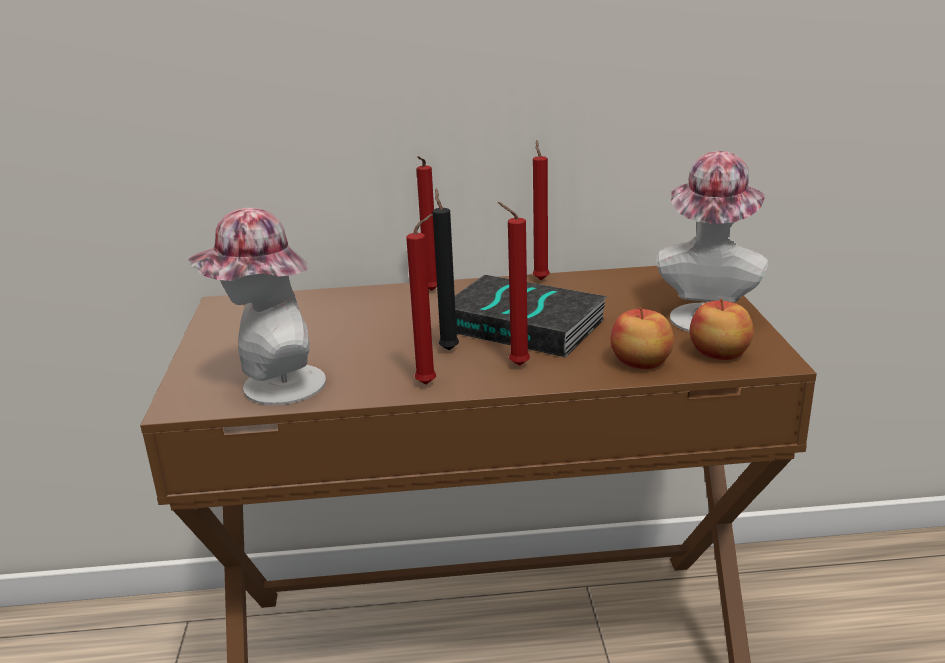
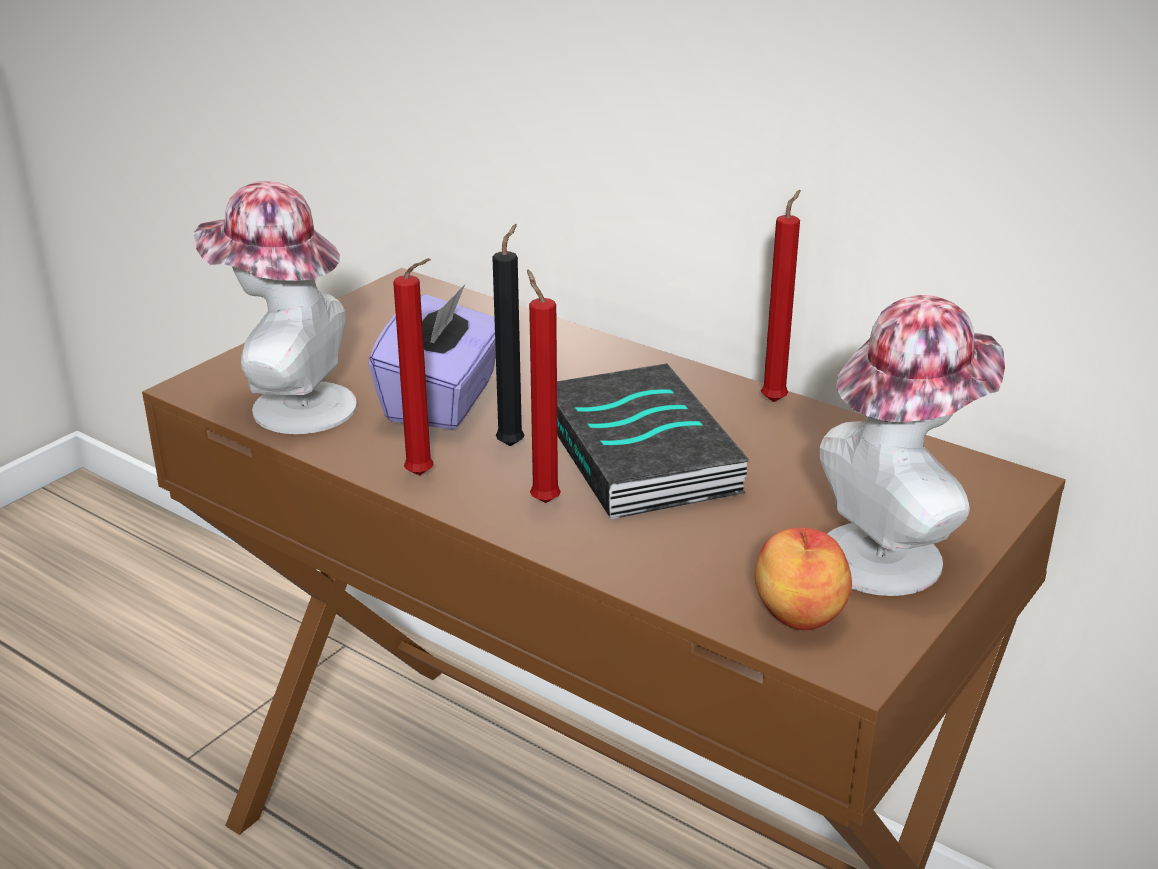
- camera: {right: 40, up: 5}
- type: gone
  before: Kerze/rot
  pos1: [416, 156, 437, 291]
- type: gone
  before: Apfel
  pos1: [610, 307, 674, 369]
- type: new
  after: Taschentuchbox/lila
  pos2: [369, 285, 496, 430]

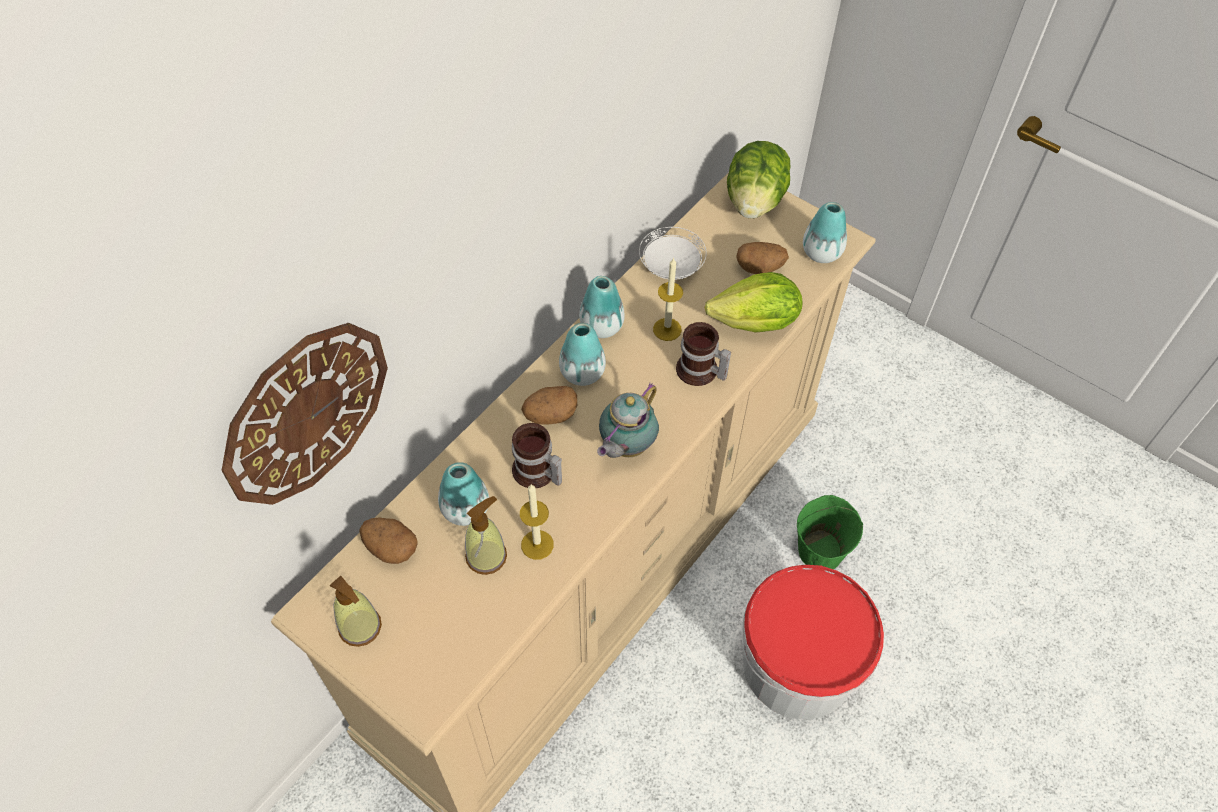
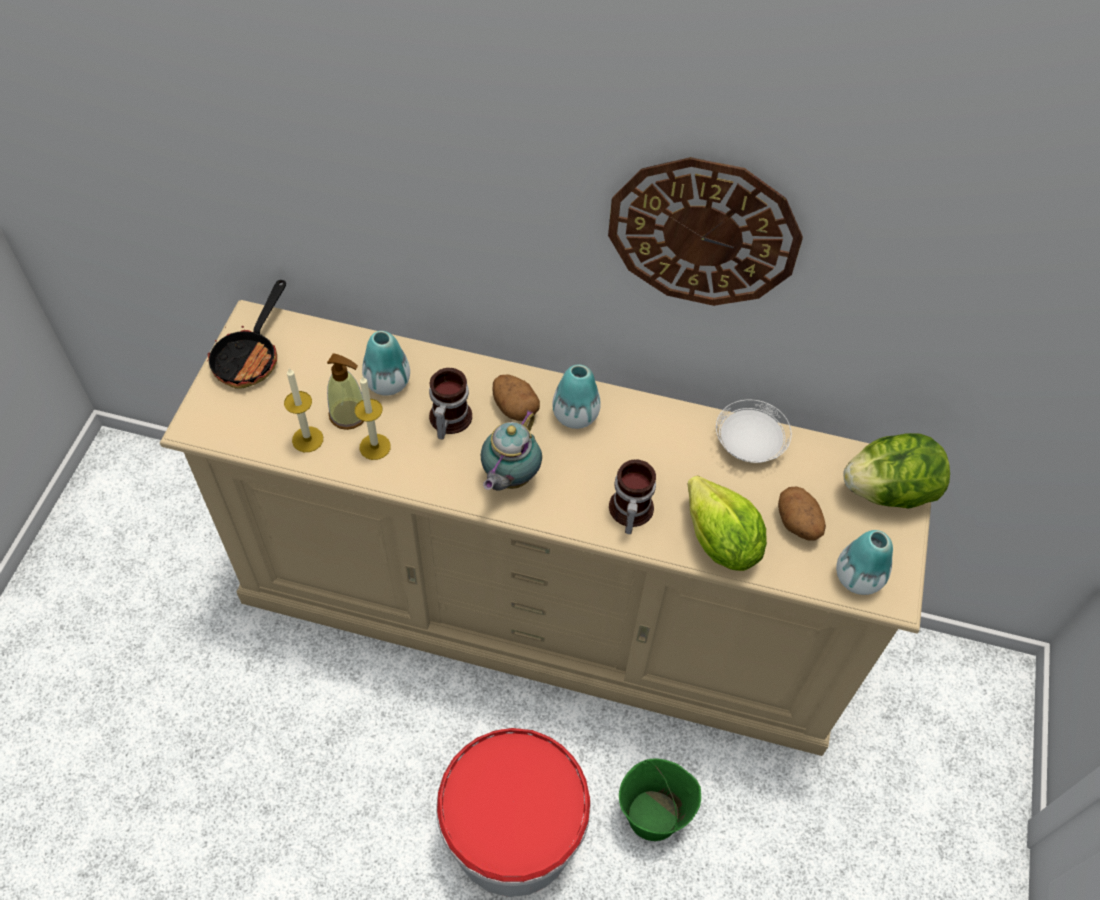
- camera: {right: 65, up: 0}
- type: shifted
  before: Wanduhr
  pos1: [221, 323, 388, 505]
  pos2: [608, 157, 803, 306]
- type: swapped
  before: Seifenspender
  after: Pfanne
  pos1: [330, 576, 382, 647]
  pos2: [207, 280, 286, 389]
- type: gone
  before: Kartoffel
  pos1: [359, 518, 418, 564]
- type: gone
  before: Vase
  pos1: [579, 276, 625, 338]
- type: rotated
  before: Teekanne
  pos1: [597, 383, 659, 458]
  pos2: [481, 410, 542, 491]
  turn: -75
- type: shifted
  before: Kerze
  pos1: [653, 257, 683, 341]
  pos2: [284, 368, 323, 452]

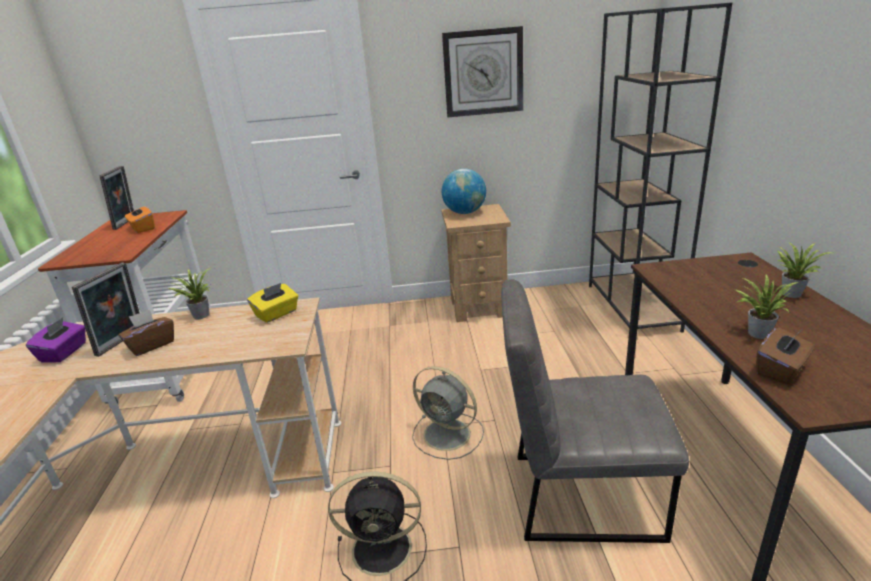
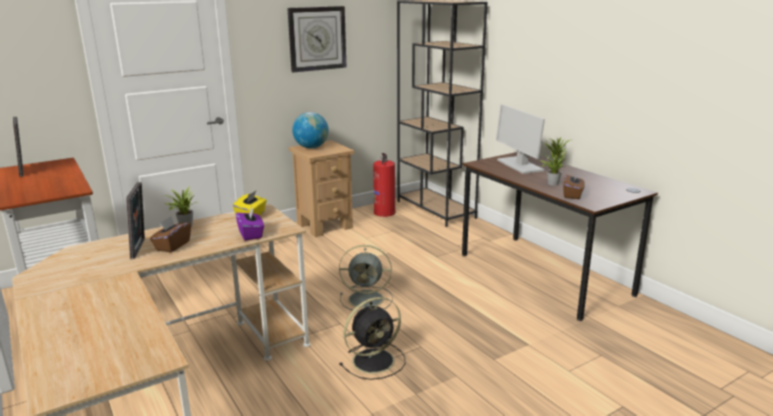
- camera: {right: -30, up: -5}
- type: shifted
  before: Taschentuchbox/lila
  pos1: [26, 318, 86, 363]
  pos2: [236, 206, 264, 241]
- type: gone
  before: Taschentuchbox/orange
  pos1: [125, 205, 155, 233]
- type: gone
  before: Stuhl/grau
  pos1: [501, 279, 689, 543]
- type: new
  after: Feuerlöscher
  pos2: [373, 153, 396, 217]
- type: new
  after: Monitor
  pos2: [496, 104, 545, 174]

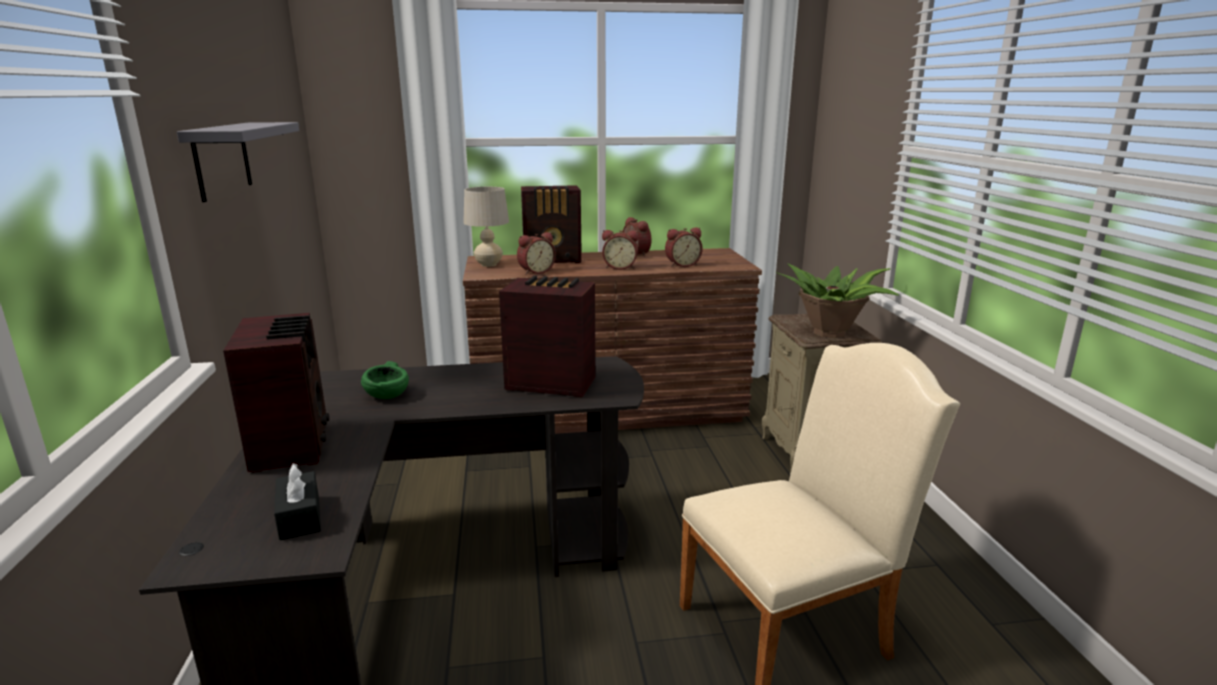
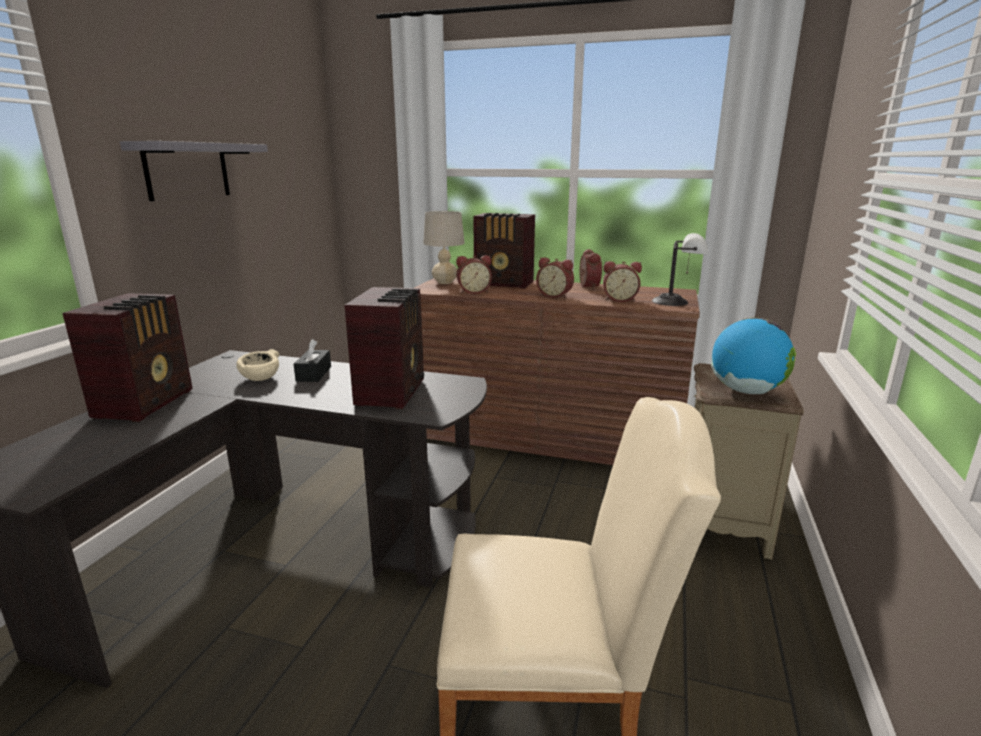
- camera: {right: 25, up: 0}
- type: shifted
  before: Taschentuchbox/schwarz
  pos1: [274, 463, 321, 540]
  pos2: [294, 339, 331, 382]
- type: repainted
  before: Schüssel/grün
  after: Schüssel/beige
  pos1: [361, 361, 409, 399]
  pos2: [237, 349, 279, 381]
- type: rotated
  before: Radio
  pos1: [499, 276, 596, 398]
  pos2: [344, 287, 424, 409]
  turn: 60
- type: swapped
  before: Topfpflanze
  after: Globus
  pos1: [775, 263, 899, 338]
  pos2: [711, 318, 796, 394]
- type: new
  after: Tischlampe
  pos2: [652, 233, 709, 306]

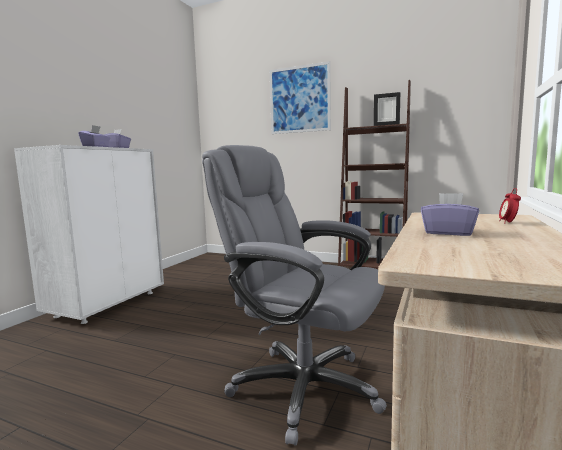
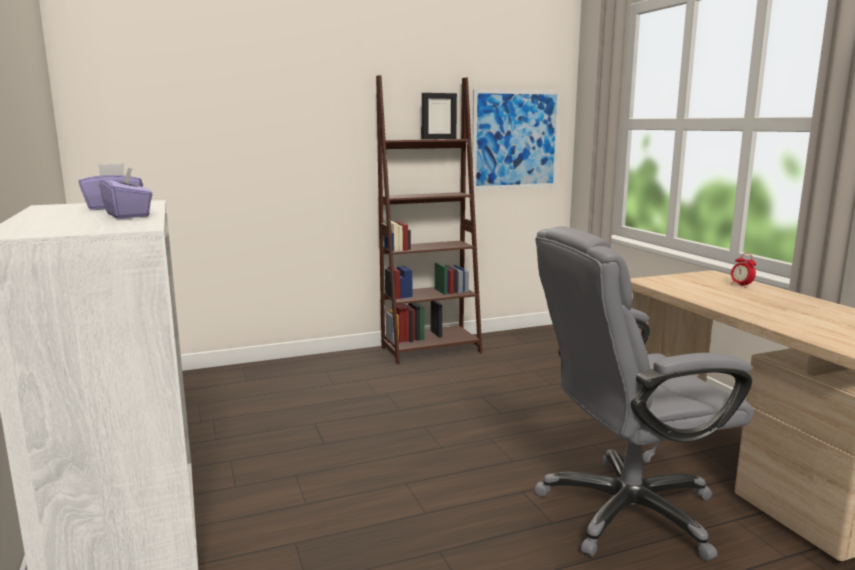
- camera: {right: -45, up: 5}
- type: shifted
  before: Bild
  pos1: [270, 61, 331, 134]
  pos2: [472, 89, 561, 190]
- type: gone
  before: Taschentuchbox/lila
  pos1: [421, 193, 479, 236]

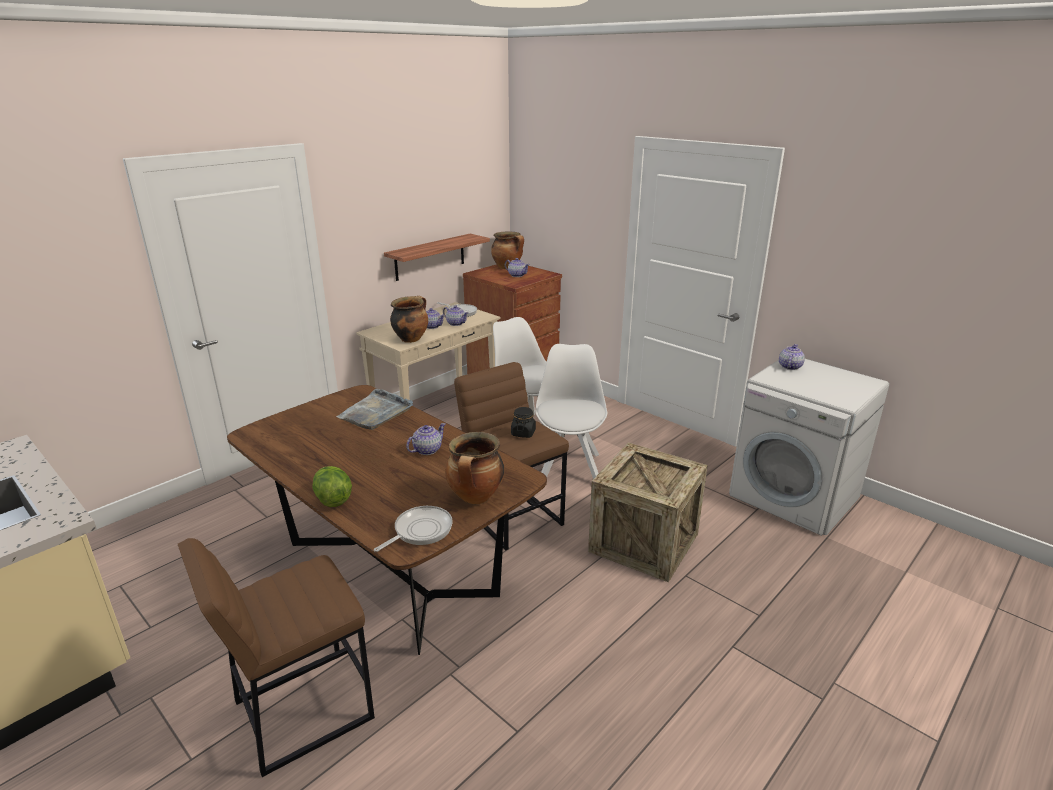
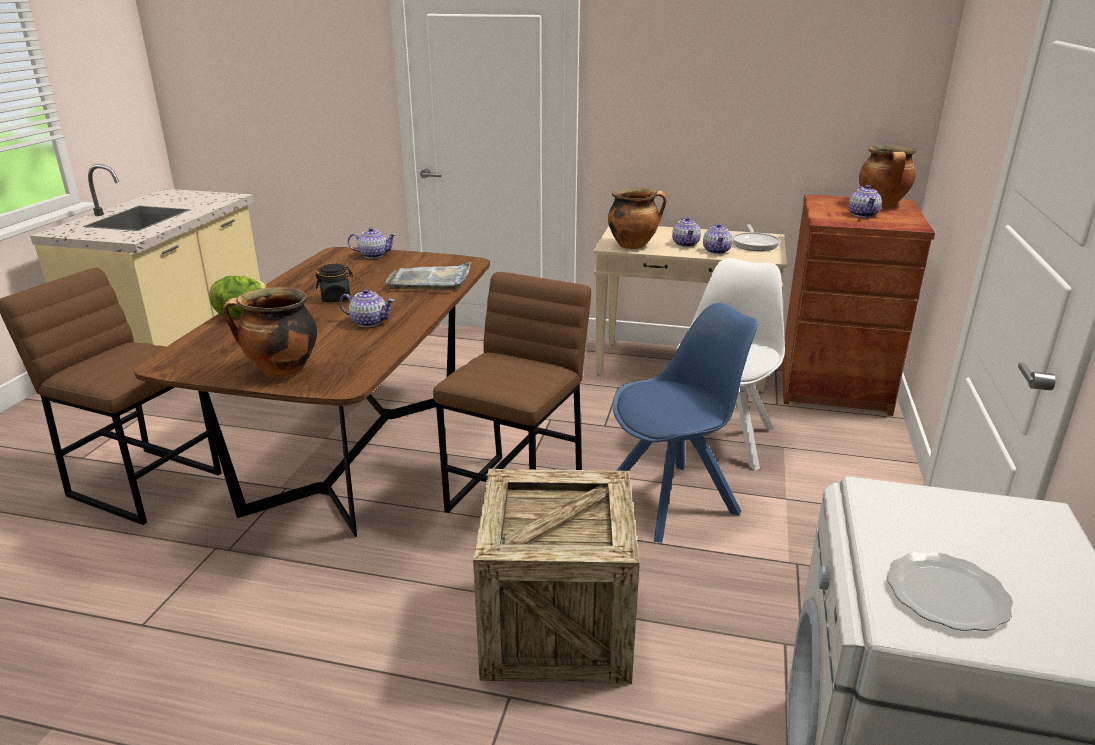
- camera: {right: 60, up: 0}
- type: gone
  before: Pfanne
  pos1: [374, 506, 453, 552]
- type: gone
  before: Wandregal
  pos1: [384, 234, 490, 281]
- type: shifted
  before: Vorratsglas/schwarz
  pos1: [511, 407, 536, 438]
  pos2: [315, 264, 353, 302]
- type: repainted
  before: Stuhl/weiß
  after: Stuhl/blau
  pos1: [535, 344, 607, 479]
  pos2: [613, 303, 757, 543]
- type: shifted
  before: Teekanne
  pos1: [779, 344, 805, 370]
  pos2: [348, 227, 396, 259]
- type: new
  after: Teller
  pos2: [887, 552, 1013, 631]

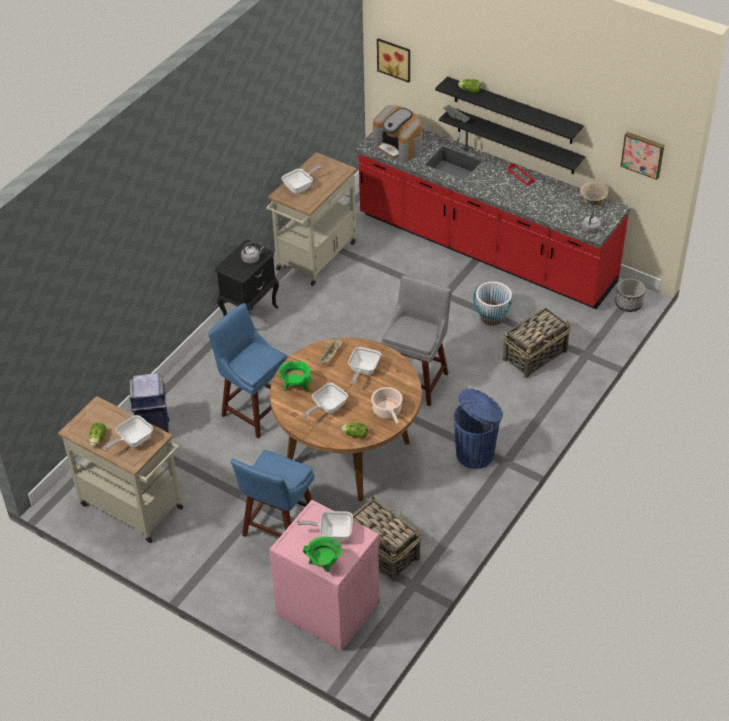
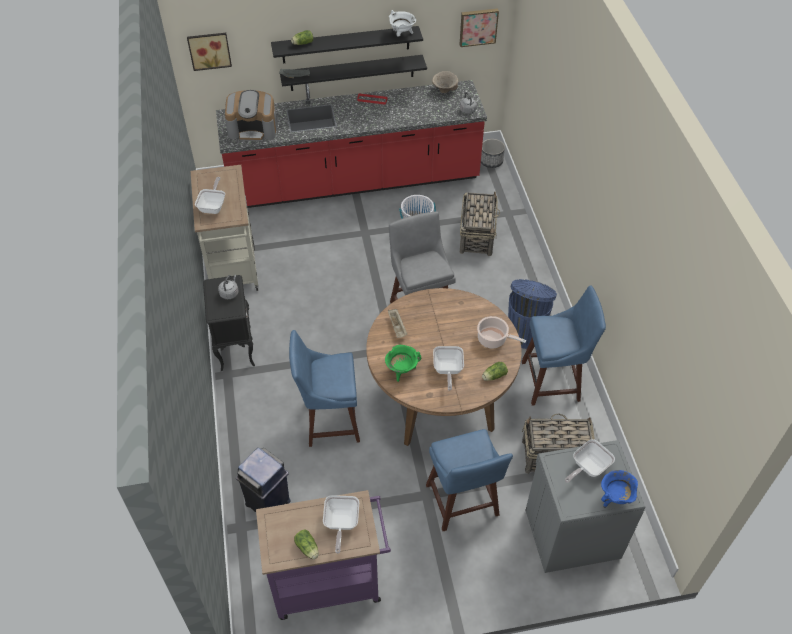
- camera: {right: -45, up: 5}
- type: repainted
  before: Rollwagen/beige
  after: Rollwagen/lila
  pos1: [58, 396, 183, 543]
  pos2: [256, 490, 391, 620]
- type: repainted
  before: Waschmaschine/rosa
  after: Waschmaschine/grau
  pos1: [269, 500, 380, 651]
  pos2: [525, 440, 645, 573]
- type: repainted
  before: Kochtopf/grün
  after: Kochtopf/blau
  pos1: [303, 537, 342, 572]
  pos2: [601, 470, 638, 508]
- type: gone
  before: Pfanne
  pos1: [348, 347, 381, 385]
- type: new
  after: Kochtopf/weiß
  pos2: [389, 10, 416, 36]
- type: new
  after: Stuhl/blau
  pos2: [522, 285, 606, 406]

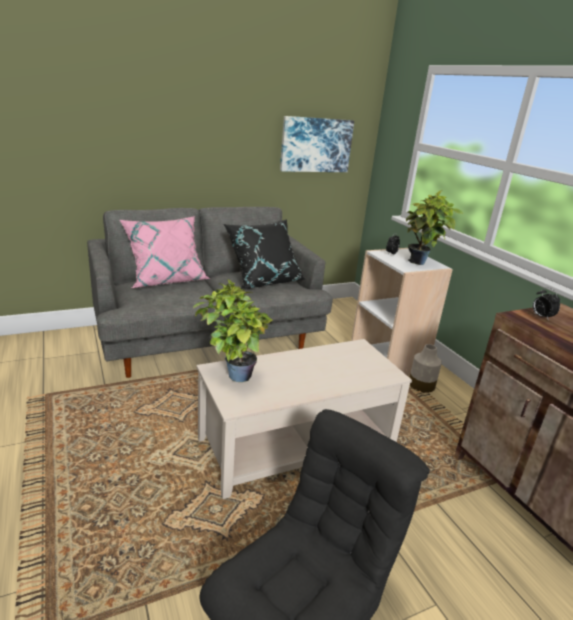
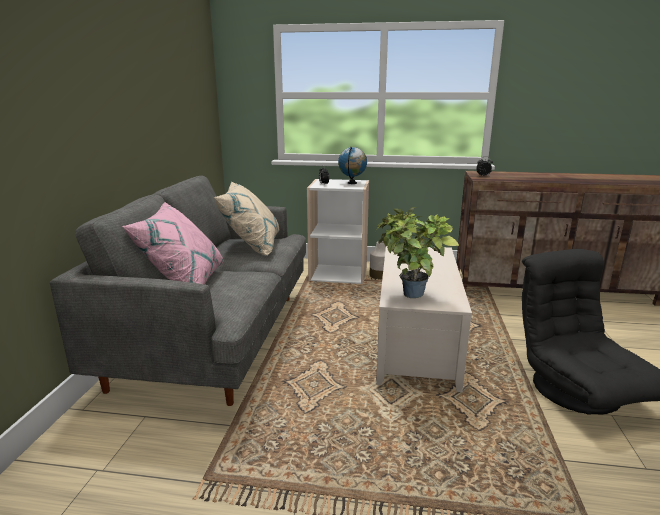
- camera: {right: -55, up: -5}
- type: repainted
  before: Kissen/schwarz
  after: Kissen/beige
  pos1: [223, 220, 305, 290]
  pos2: [214, 182, 279, 255]
- type: gone
  before: Bild
  pos1: [280, 116, 354, 172]
- type: swapped
  before: Topfpflanze
  after: Globus
  pos1: [406, 190, 464, 265]
  pos2: [338, 147, 367, 184]

